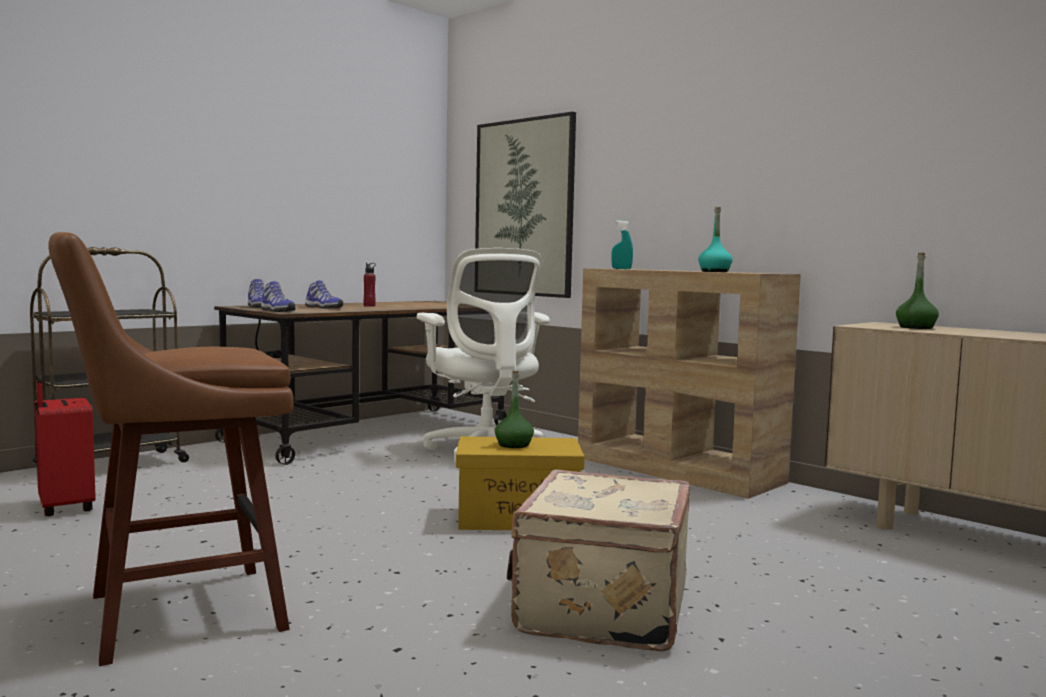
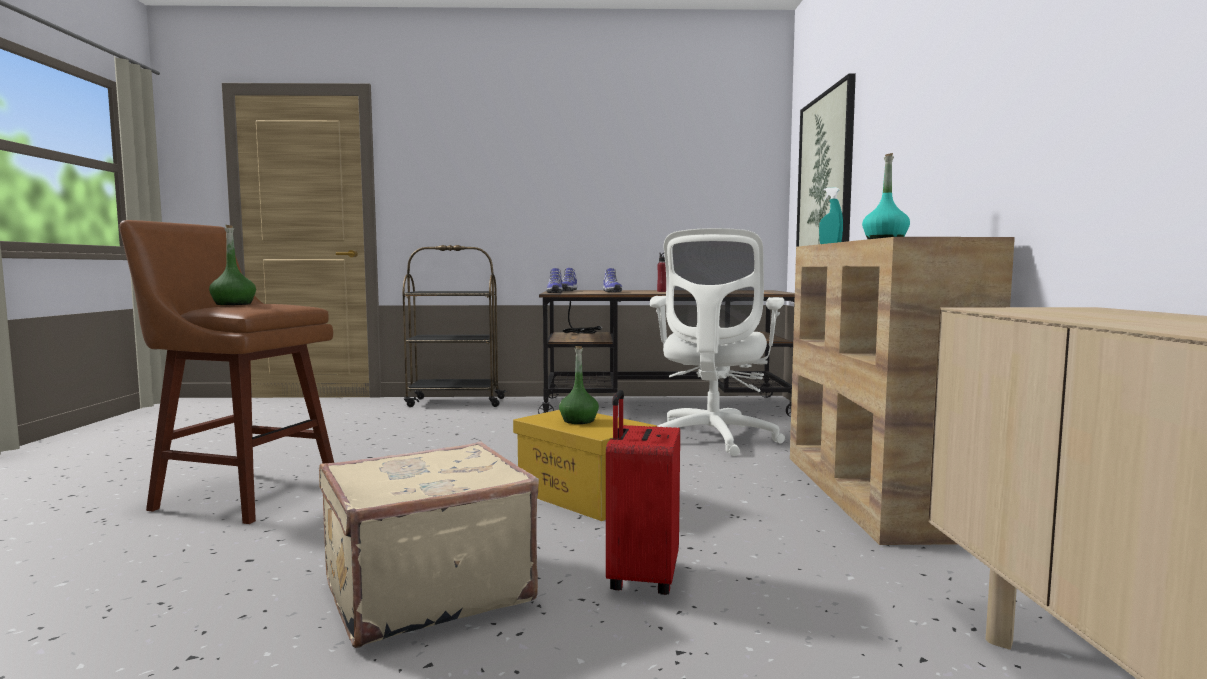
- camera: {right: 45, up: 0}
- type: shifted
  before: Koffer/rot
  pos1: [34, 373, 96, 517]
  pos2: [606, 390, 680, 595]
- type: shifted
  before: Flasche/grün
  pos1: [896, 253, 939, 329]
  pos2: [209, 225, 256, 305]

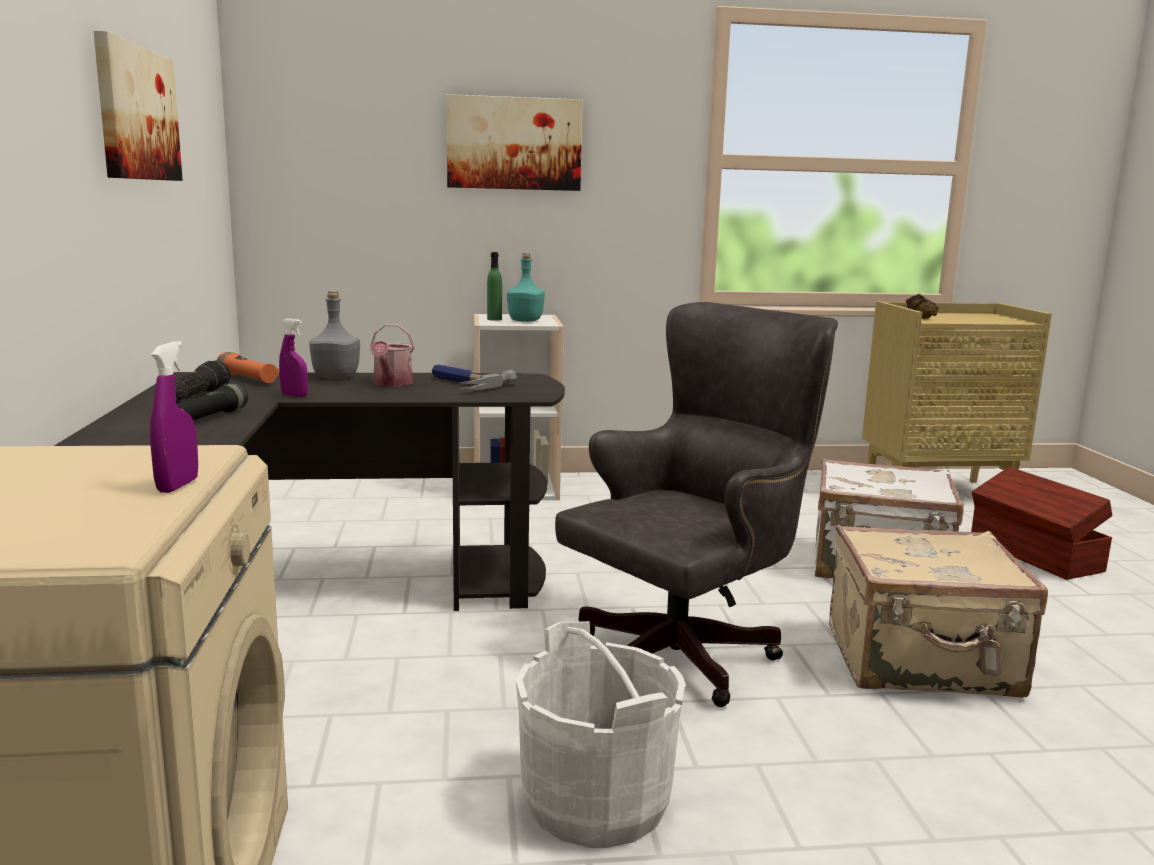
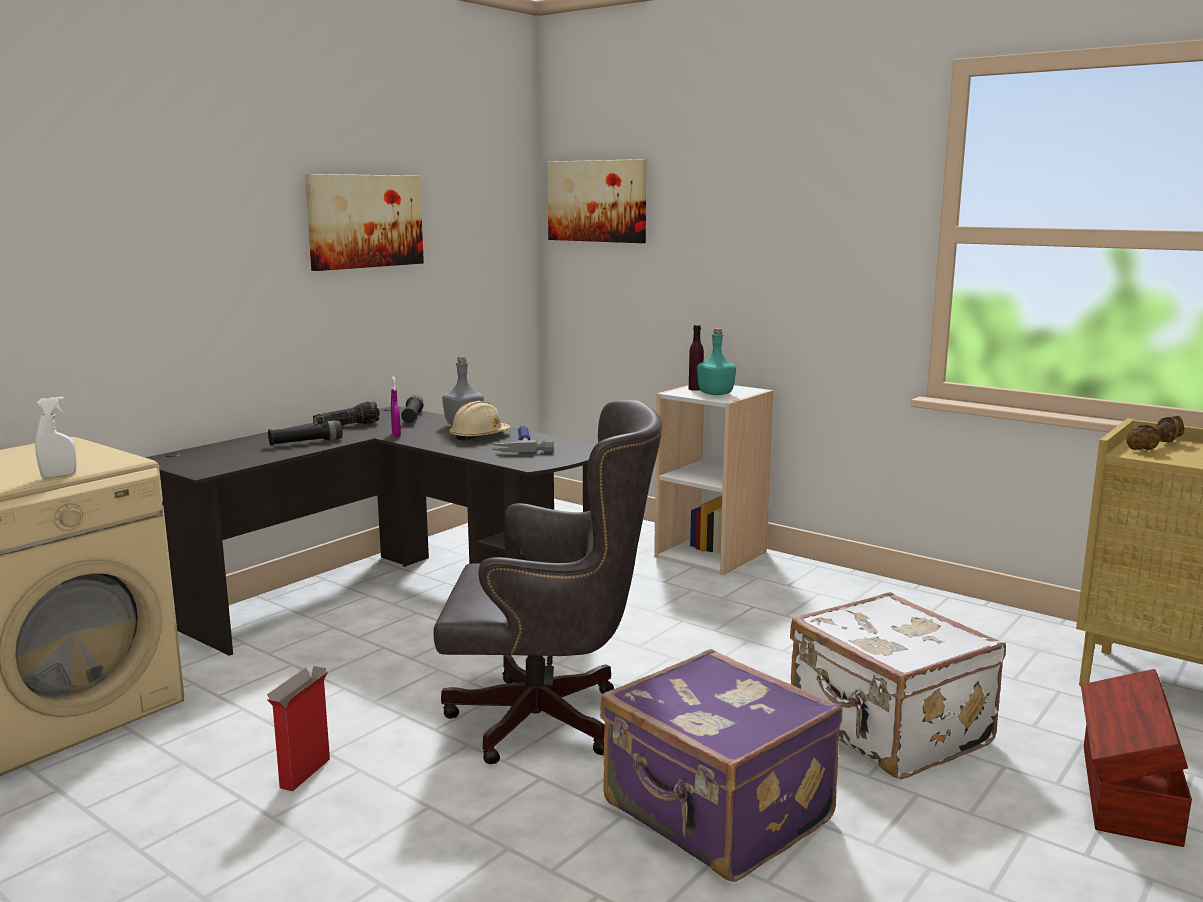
- camera: {right: 45, up: 0}
- type: repainted
  before: Sprühflasche/lila
  after: Sprühflasche/weiß
  pos1: [150, 341, 198, 493]
  pos2: [35, 396, 77, 478]
- type: repainted
  before: Taschenlampe/orange
  after: Taschenlampe/schwarz
  pos1: [217, 352, 279, 383]
  pos2: [401, 395, 424, 423]
- type: swapped
  before: Gießkanne
  after: Schutzhelm/beige
  pos1: [370, 324, 415, 386]
  pos2: [449, 401, 510, 441]
- type: shifted
  before: Bild
  pos1: [446, 94, 583, 191]
  pos2: [547, 159, 647, 243]
- type: repainted
  before: Flasche/grün
  after: Flasche/lila
  pos1: [487, 252, 502, 321]
  pos2: [689, 325, 704, 391]
- type: swapped
  before: Eimer/weiß
  after: Karton
  pos1: [516, 621, 685, 848]
  pos2: [266, 666, 330, 791]
- type: repainted
  before: Koffer/beige
  after: Koffer/lila
  pos1: [829, 525, 1048, 698]
  pos2: [600, 649, 843, 882]

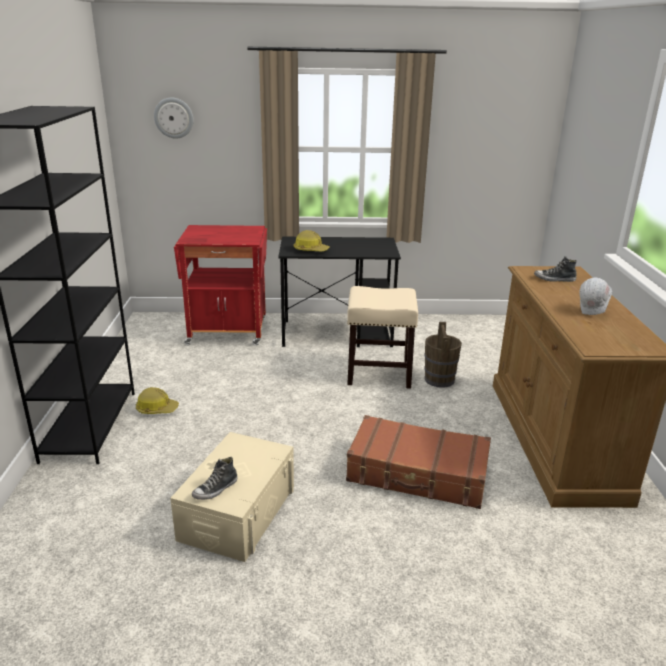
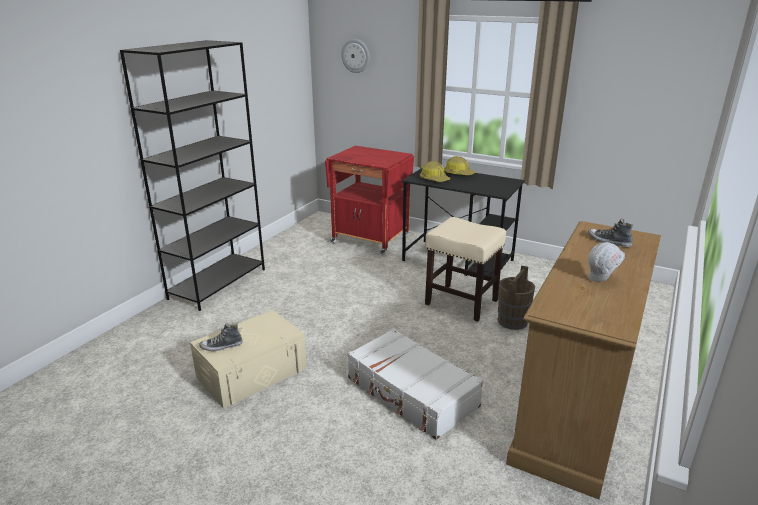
- camera: {right: 30, up: 0}
- type: shifted
  before: Schutzhelm
  pos1: [136, 387, 179, 414]
  pos2: [444, 156, 475, 175]
- type: repainted
  before: Koffer/braun
  after: Koffer/weiß
  pos1: [346, 415, 491, 509]
  pos2: [347, 329, 484, 440]

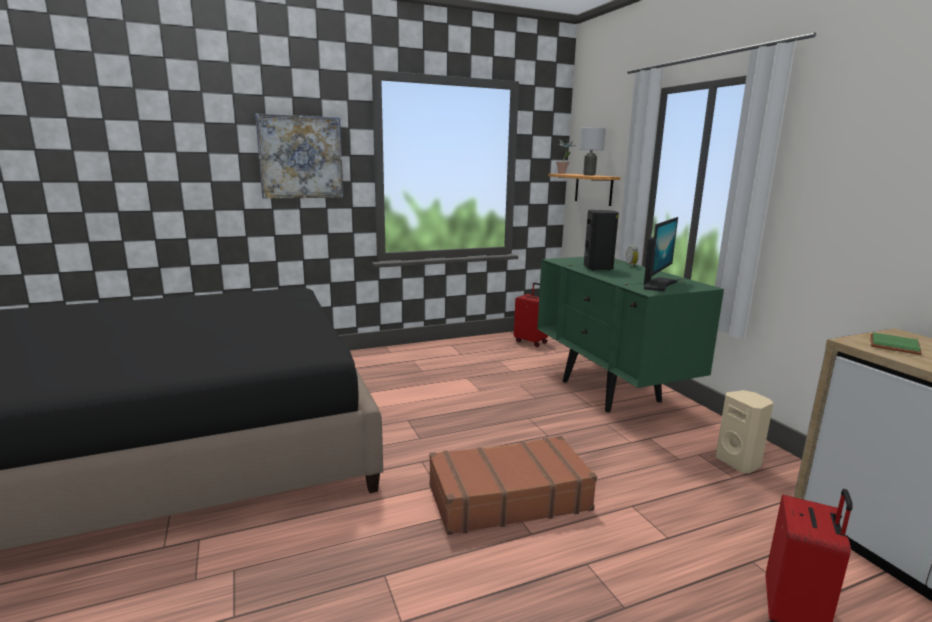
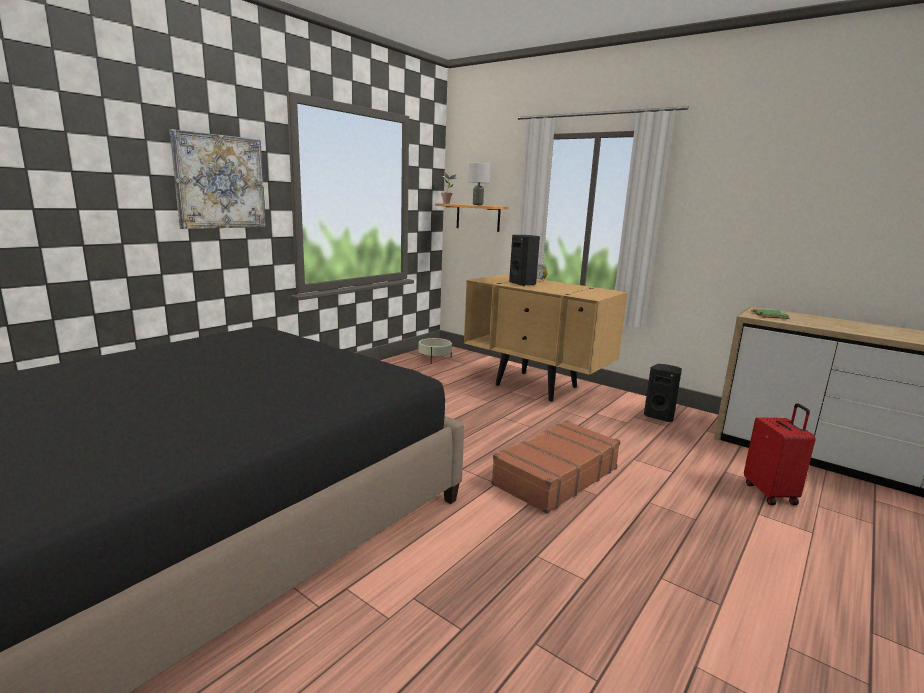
- camera: {right: -30, up: 0}
- type: swapped
  before: Koffer/rot
  after: Pflanzkübel/beige
  pos1: [514, 283, 548, 347]
  pos2: [418, 338, 452, 363]
- type: repainted
  before: Kommode/grün
  after: Kommode/beige
  pos1: [537, 257, 724, 412]
  pos2: [464, 274, 628, 402]
- type: gone
  before: Monitor
  pos1: [644, 217, 678, 292]
- type: repainted
  before: Lautsprecher/beige
  after: Lautsprecher/schwarz
  pos1: [716, 390, 773, 473]
  pos2: [644, 364, 682, 422]

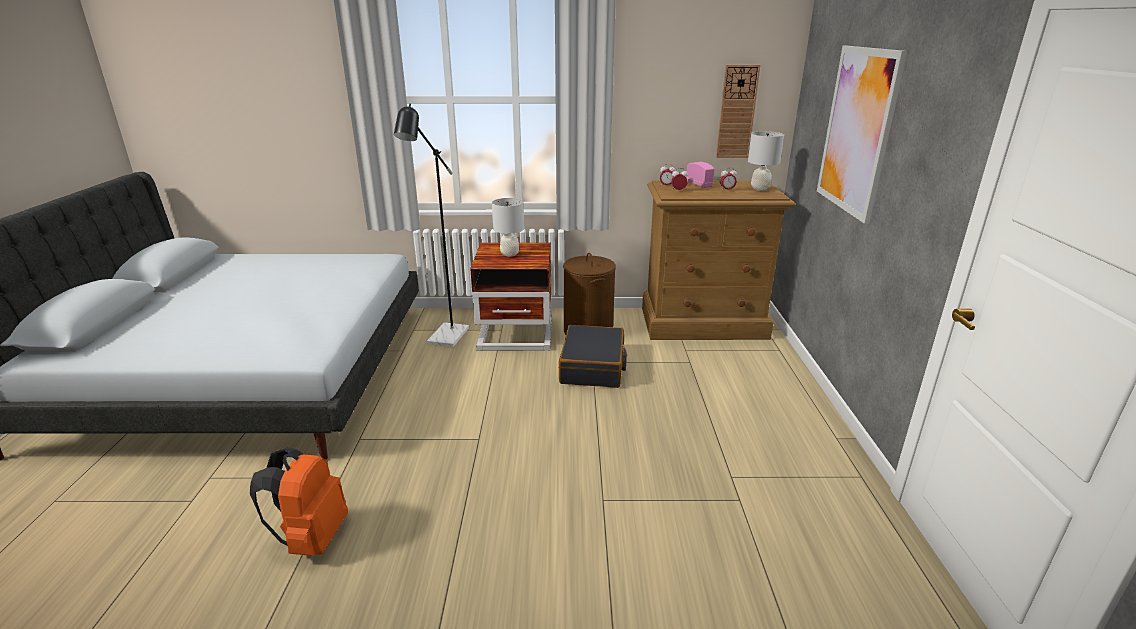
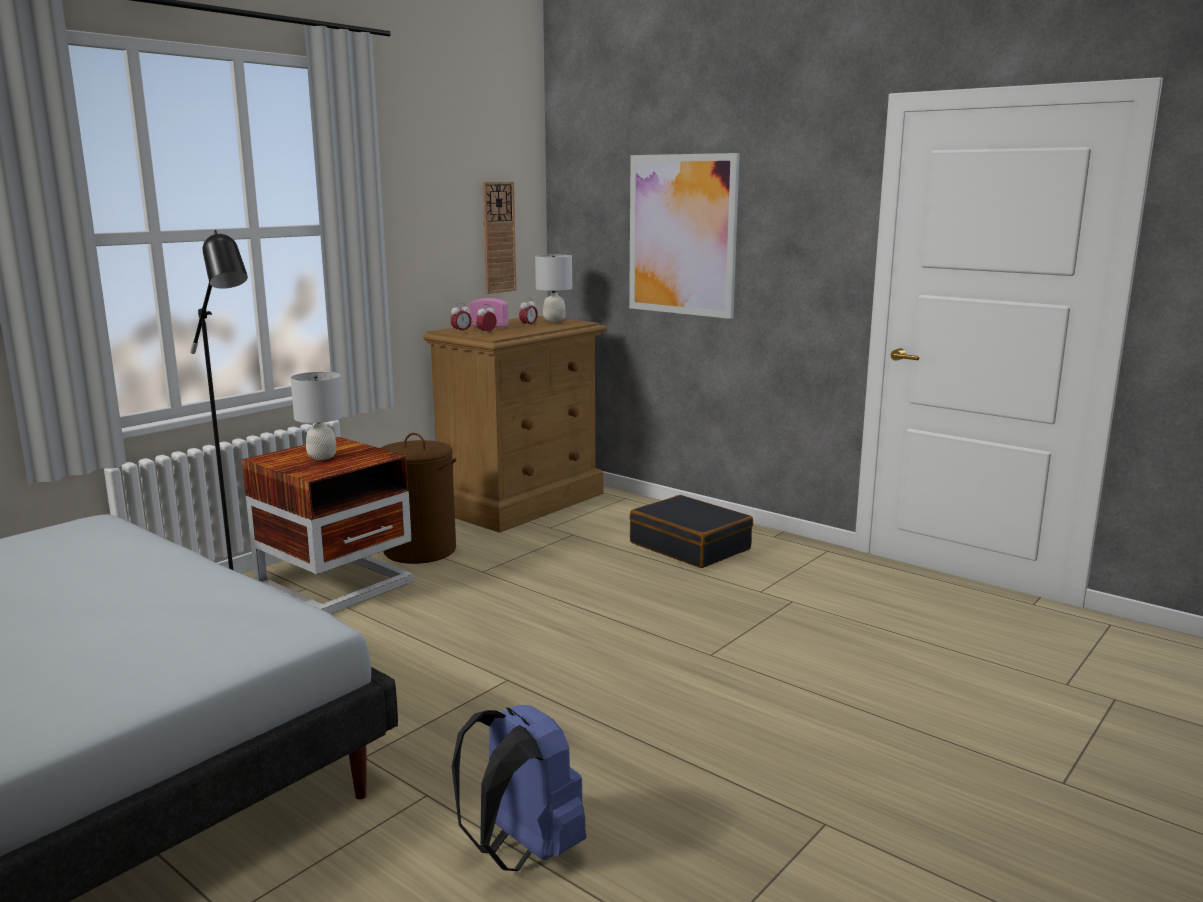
- camera: {right: -50, up: -10}
- type: repainted
  before: Rucksack/orange
  after: Rucksack/blau
  pos1: [250, 447, 348, 556]
  pos2: [452, 705, 586, 871]
- type: shifted
  before: Koffer/schwarz
  pos1: [559, 325, 627, 388]
  pos2: [630, 495, 753, 568]

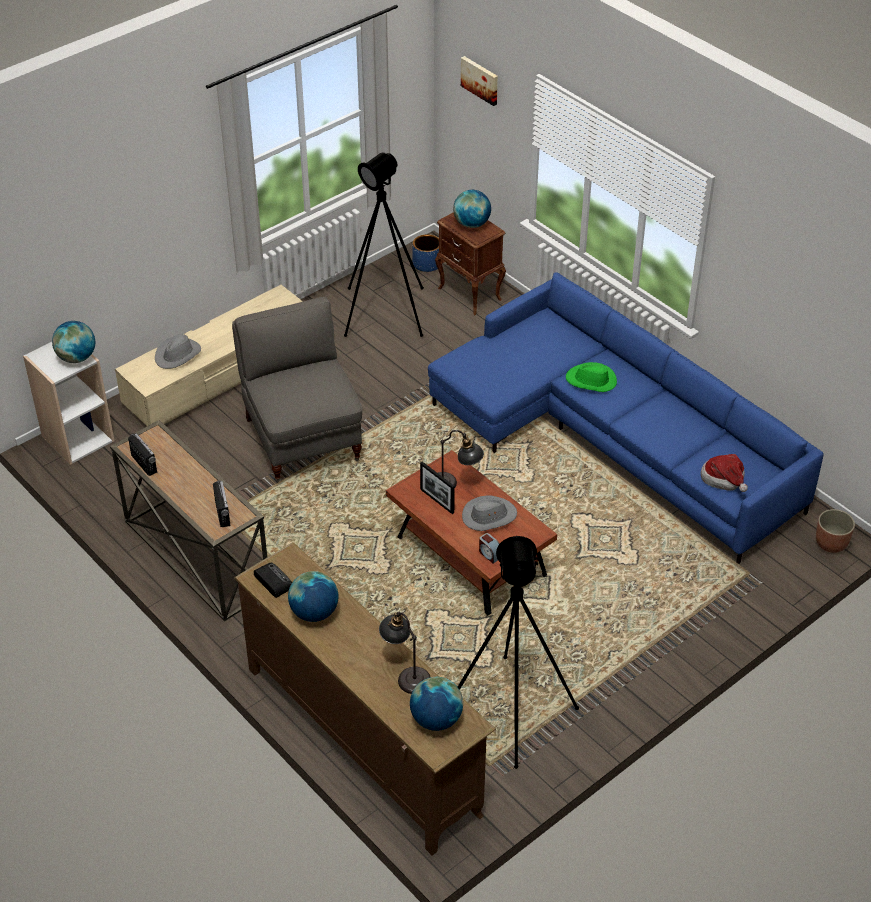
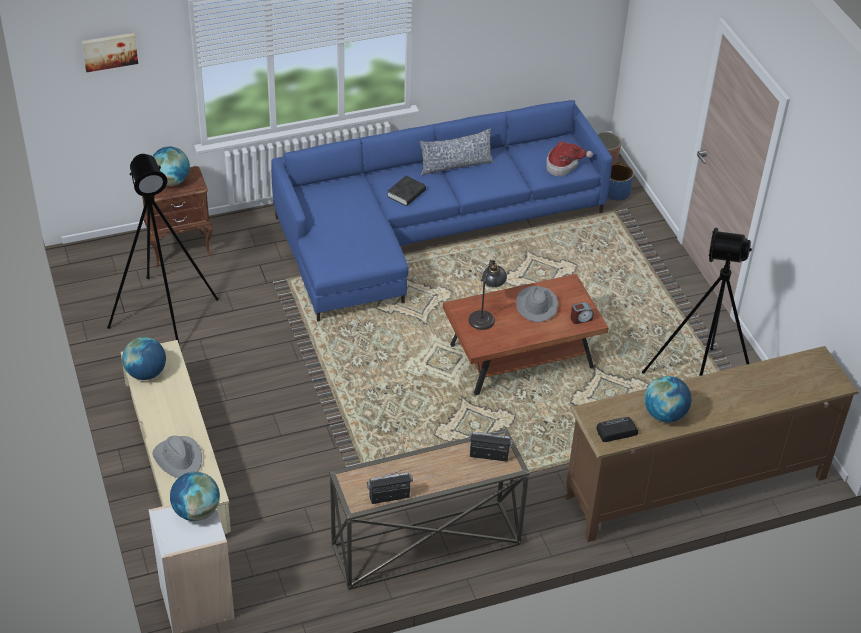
- camera: {right: -70, up: 0}
- type: gone
  before: Sessel/grau
  pos1: [232, 297, 362, 482]
- type: gone
  before: Tischlampe/grau
  pos1: [379, 612, 430, 694]
- type: shifted
  before: Globus
  pos1: [410, 677, 463, 731]
  pos2: [122, 337, 166, 380]
- type: shifted
  before: Pflanzkübel/blau
  pos1: [412, 234, 439, 272]
  pos2: [607, 163, 634, 201]
- type: gone
  before: Bilderrahmen
  pos1: [420, 462, 455, 514]
- type: swapped
  before: Hut/grün
  after: Buch/schwarz
  pos1: [566, 362, 617, 392]
  pos2: [387, 176, 426, 206]
- type: new
  after: Kissen
  pos2: [419, 128, 494, 175]

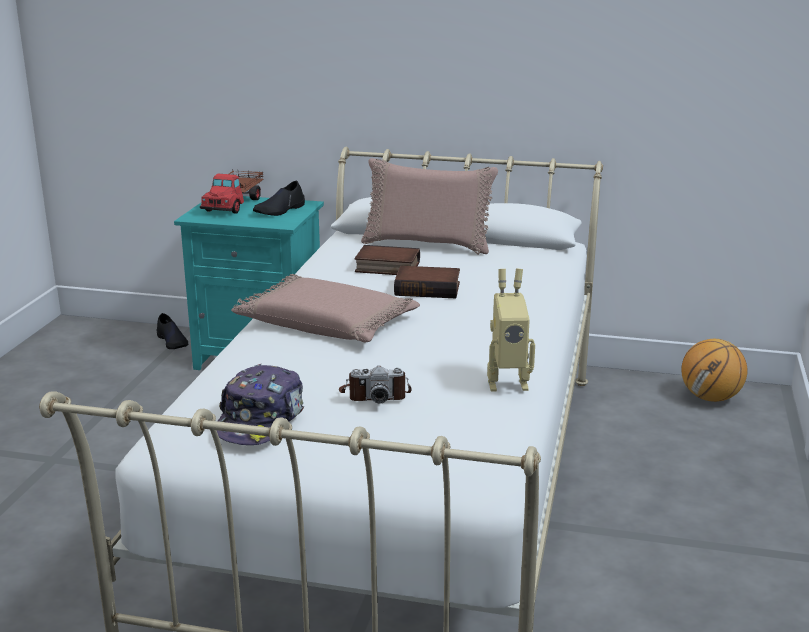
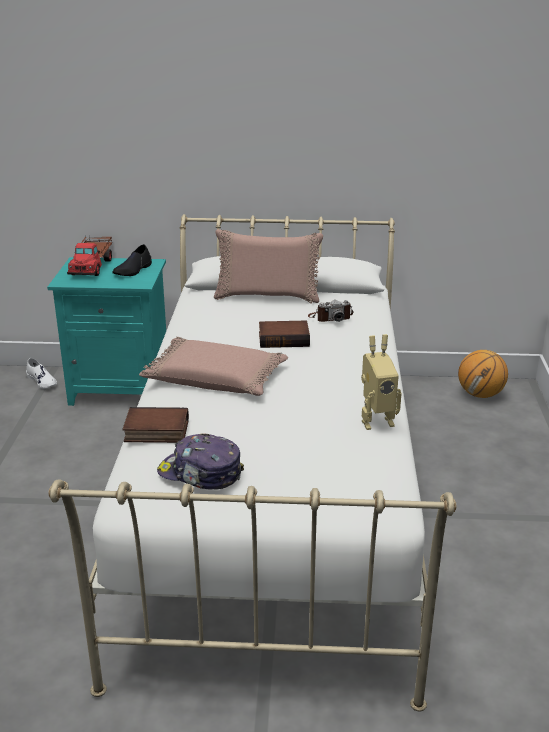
- camera: {right: -10, up: 5}
- type: repainted
  before: Schuh/schwarz
  after: Schuh/weiß
  pos1: [157, 313, 188, 349]
  pos2: [26, 358, 57, 389]
- type: rotated
  before: Kappe
  pos1: [217, 364, 304, 445]
  pos2: [157, 434, 244, 490]
  turn: 105
- type: shifted
  before: Kamera
  pos1: [339, 366, 412, 404]
  pos2: [308, 300, 353, 322]
- type: shifted
  before: Buch
  pos1: [354, 245, 420, 275]
  pos2: [123, 407, 189, 443]

